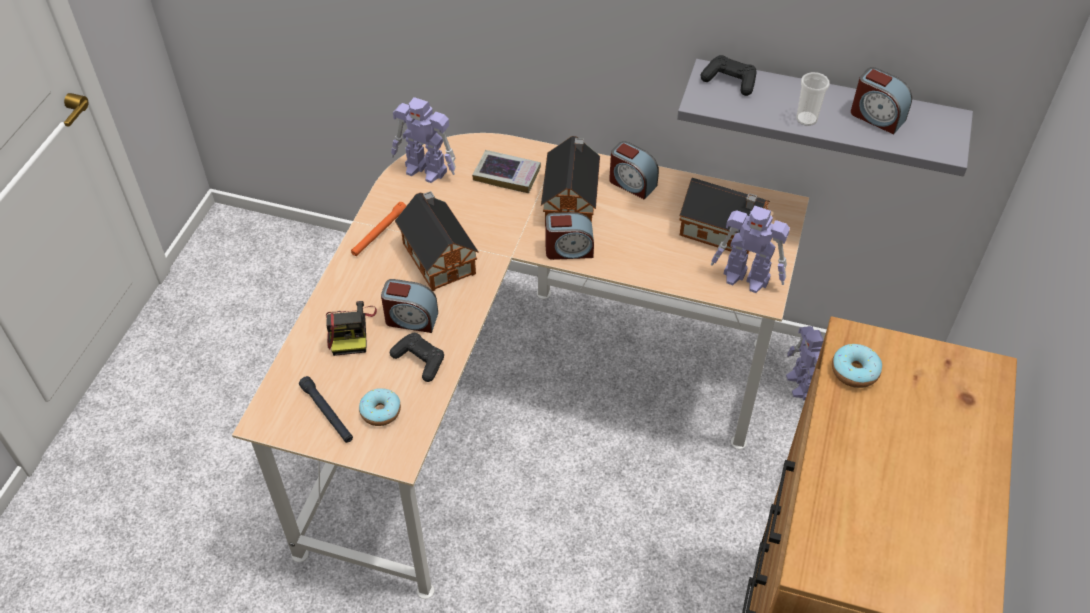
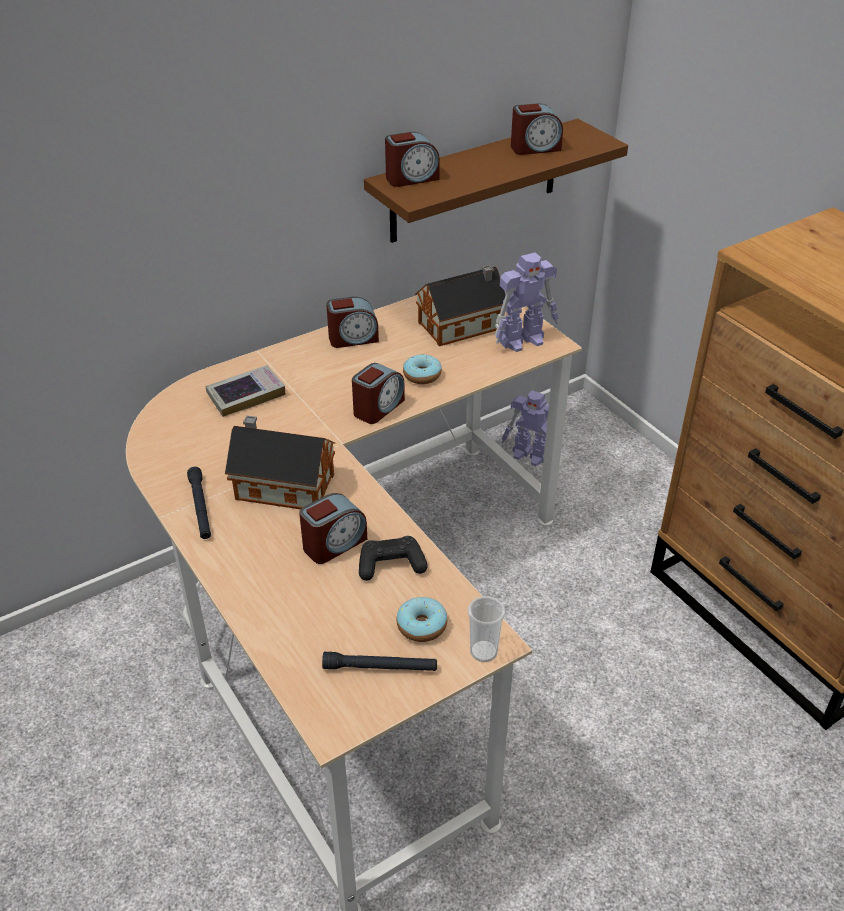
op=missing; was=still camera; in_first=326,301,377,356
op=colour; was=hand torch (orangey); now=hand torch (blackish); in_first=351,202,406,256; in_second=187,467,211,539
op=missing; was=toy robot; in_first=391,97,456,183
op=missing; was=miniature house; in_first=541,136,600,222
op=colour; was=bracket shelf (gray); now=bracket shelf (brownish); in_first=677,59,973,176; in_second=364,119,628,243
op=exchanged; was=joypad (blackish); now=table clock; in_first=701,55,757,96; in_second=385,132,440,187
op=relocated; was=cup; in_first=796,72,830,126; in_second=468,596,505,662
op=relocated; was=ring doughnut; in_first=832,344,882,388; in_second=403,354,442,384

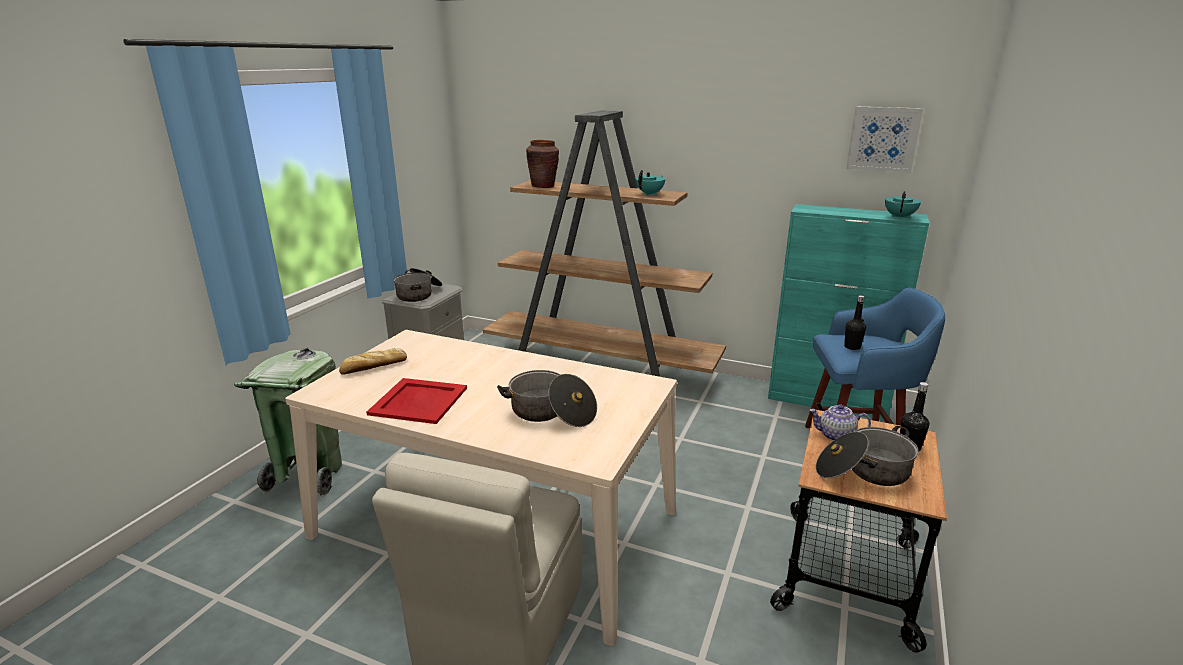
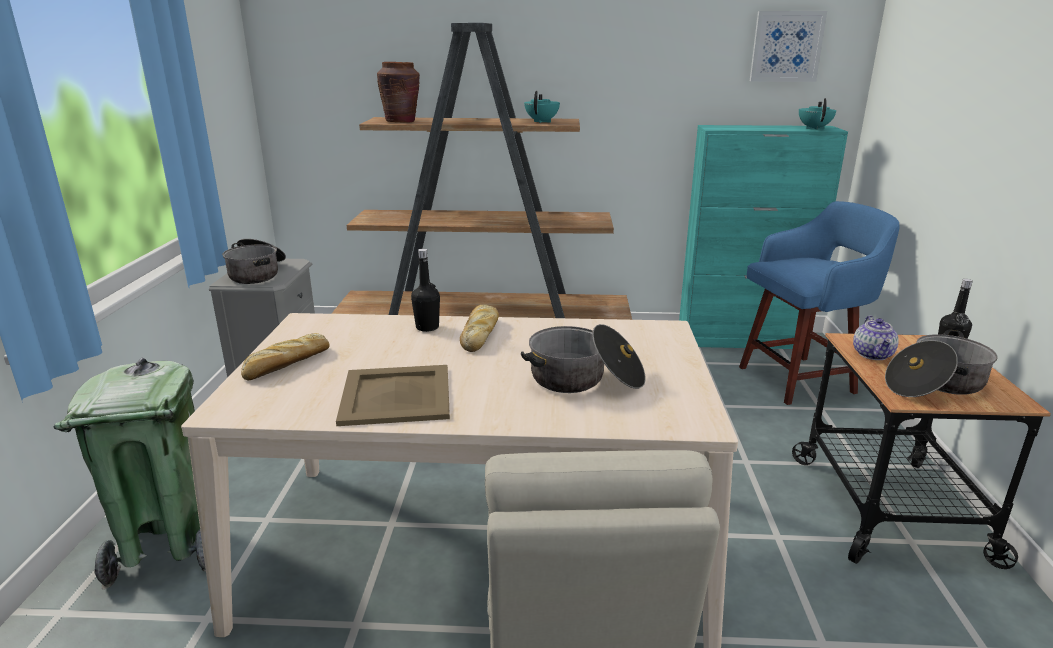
op=colour; was=carrying tray (red-coloured); now=carrying tray (sand-coloured); in_first=366,378,467,424; in_second=336,365,450,426
op=spun; was=teapot; in_first=809,404,871,441; in_second=853,316,899,360; clockwise=-75
op=relocated; was=drink bottle (blackish); in_first=844,295,866,350; in_second=411,249,440,332
op=appeared; now=bakery bread; in_second=460,305,499,352

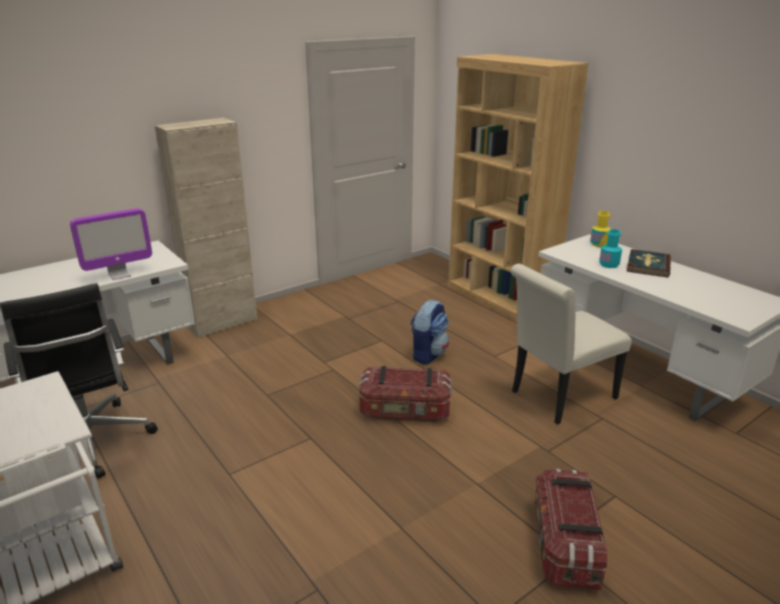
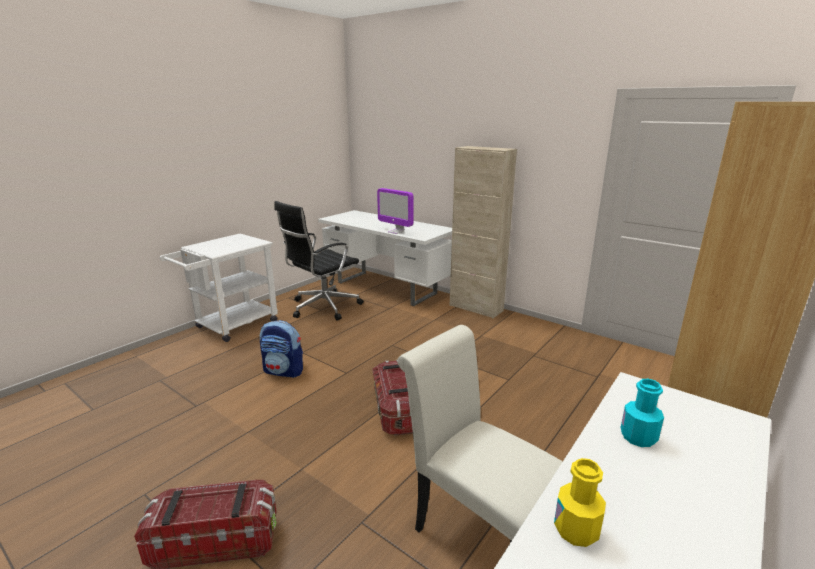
op=relocated; was=knapsack; in_first=411,300,449,364; in_second=260,320,303,378
op=relocated; was=drink bottle (yellowish); in_first=590,211,611,247; in_second=554,458,606,547
op=missing; was=bound book; in_first=627,249,671,278

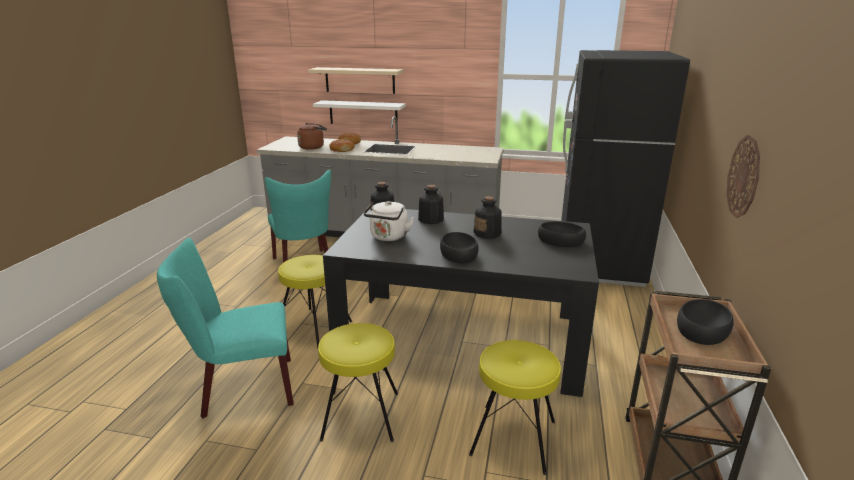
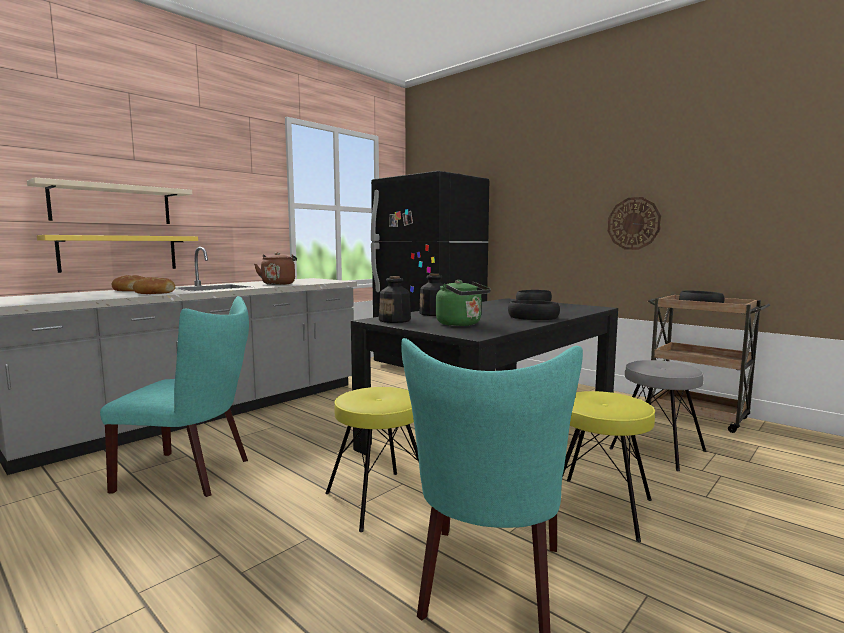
op=relocated; was=water kettle (brownish); in_first=297,123,327,150; in_second=254,252,297,285
op=colour; was=bracket shelf (whitish); now=bracket shelf (yellowish); in_first=313,100,406,124; in_second=37,235,198,273
op=colour; was=water kettle (whitish); now=water kettle (green-coloured); in_first=364,201,415,241; in_second=436,280,491,326
op=colour; was=sitting stool (yellowish); now=sitting stool (gray); in_first=469,340,561,475; in_second=609,360,707,471
op=missing; was=drink bottle; in_first=473,196,502,239

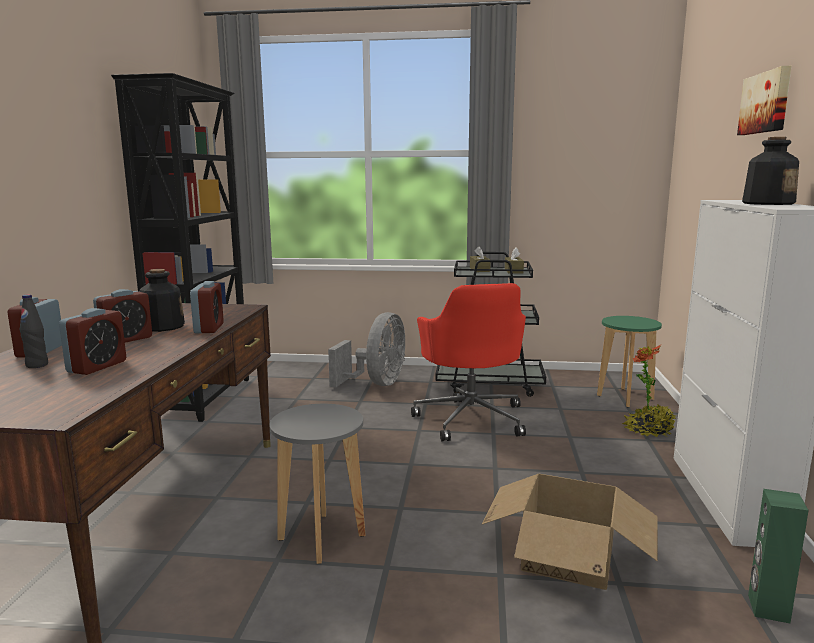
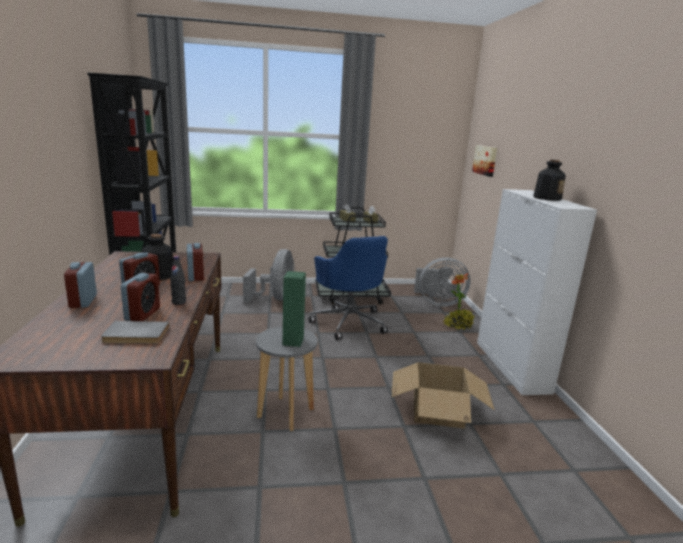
op=relocated; was=drink bottle (blackish); in_first=20,294,48,368; in_second=170,256,186,305
op=colour; was=computer chair (red-coloured); now=computer chair (blue-coloured); in_first=411,283,526,441; in_second=308,236,388,340
op=exchanged; was=sitting stool (green-coloured); now=cooling fan (gray); in_first=597,316,662,407; in_second=414,257,470,307
op=relocated; was=wall art; in_first=737,66,791,135; in_second=472,145,497,177
op=relocated; was=speaker (green-coloured); in_first=748,489,809,623; in_second=282,271,306,347
op=appeared; now=bound book (gray); in_second=101,321,170,344

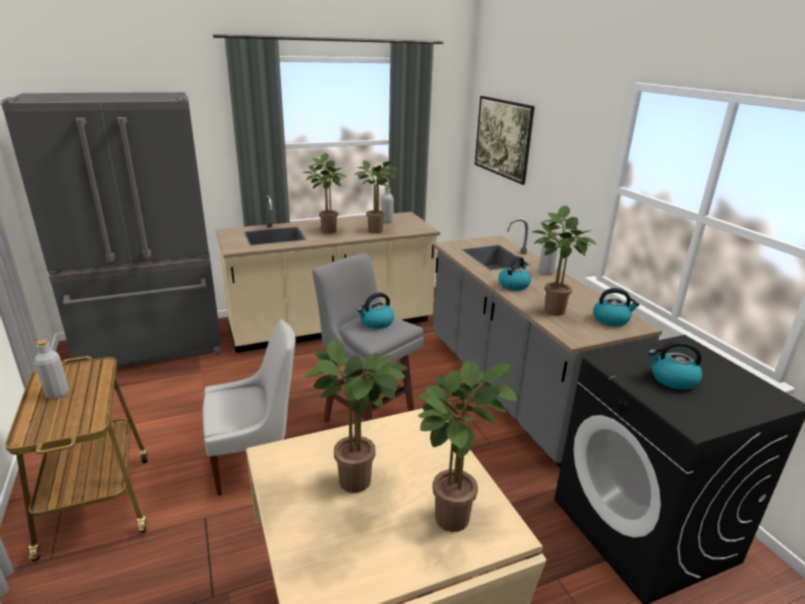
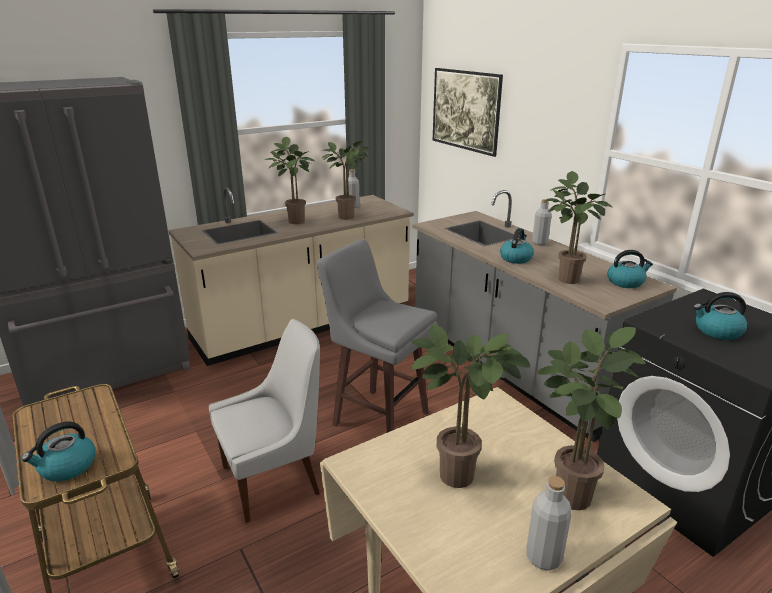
op=relocated; was=drink bottle (gray); in_first=34,340,69,399; in_second=526,476,572,571
op=relocated; was=water kettle; in_first=357,292,394,329; in_second=22,421,95,481

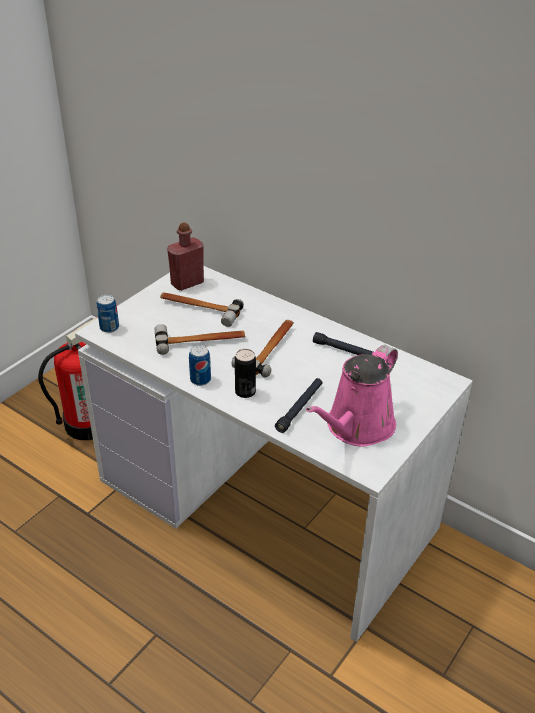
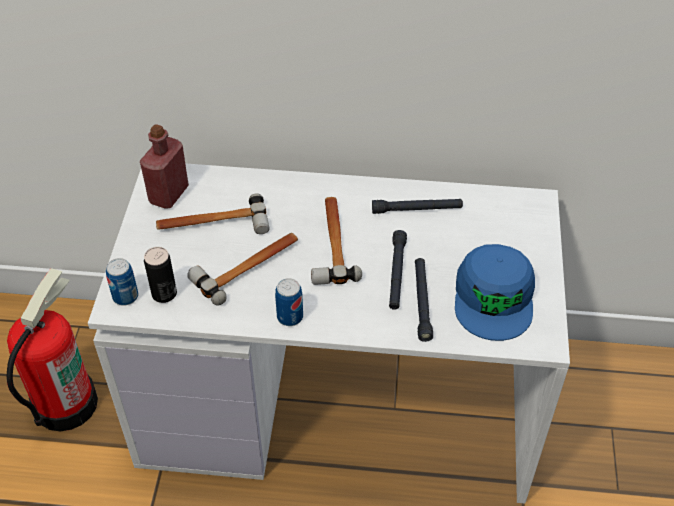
op=relocated; was=metal can; in_first=235,349,256,398; in_second=144,247,177,303
op=exchanged; was=watering pot (pinkish); now=peaked cap (blue-coloured); in_first=306,345,398,447; in_second=455,244,535,341
op=appeared; now=hand torch (blackish); in_second=389,230,407,310

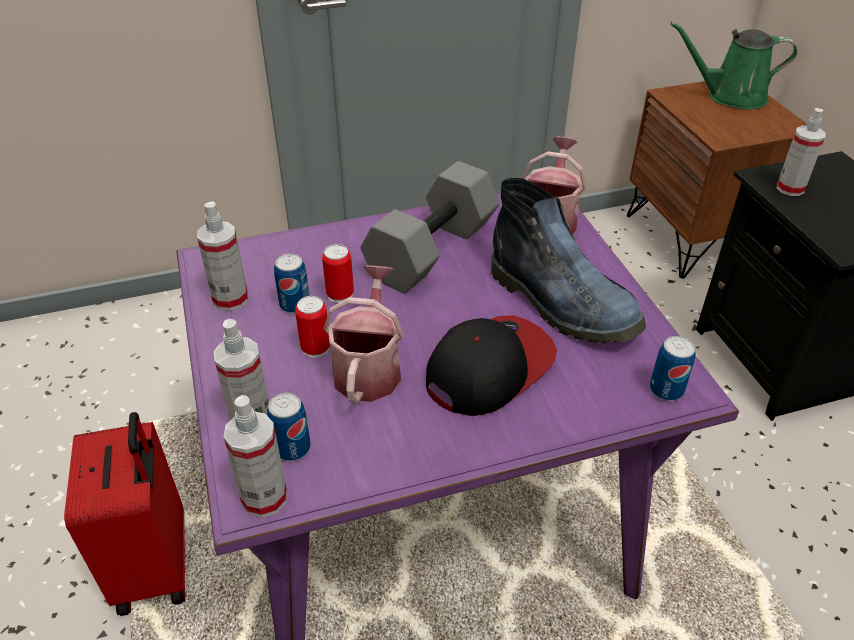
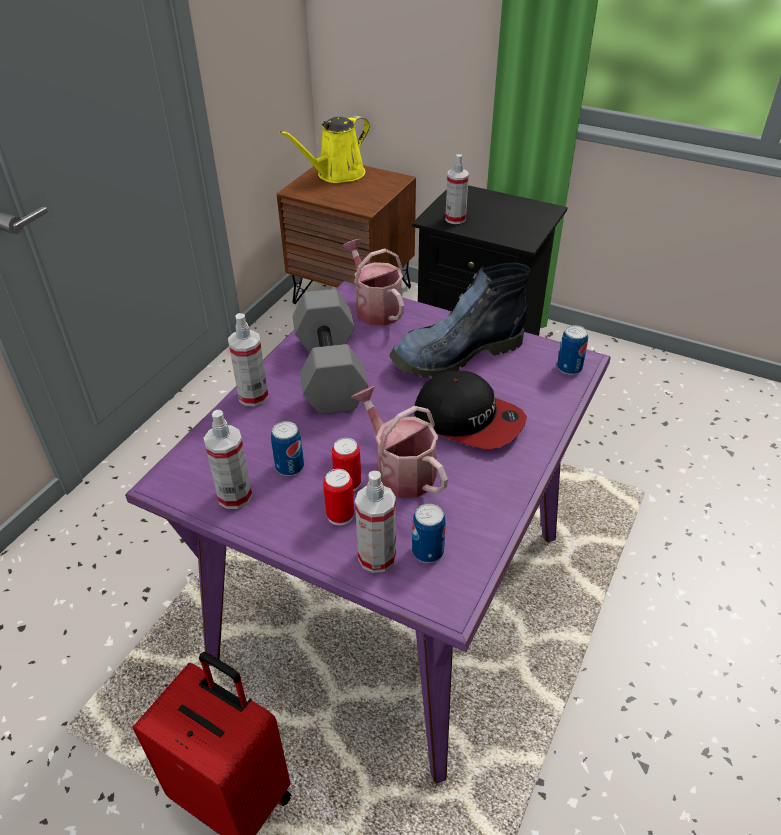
op=relocated; was=hand sprayer; in_first=224,395,287,518; in_second=228,313,269,406
op=relocated; was=metal can; in_first=322,244,354,303; in_second=323,469,354,525
op=spun; was=peaked cap; in_first=426,315,557,416; in_second=414,371,527,449; clockwise=120
op=spun; was=high-top boot; in_first=491,178,646,344; in_second=390,262,530,378; clockwise=150
op=colour; was=watering pot (green-coloured); now=watering pot (yellowish); in_first=670,22,798,110; in_second=279,116,369,183

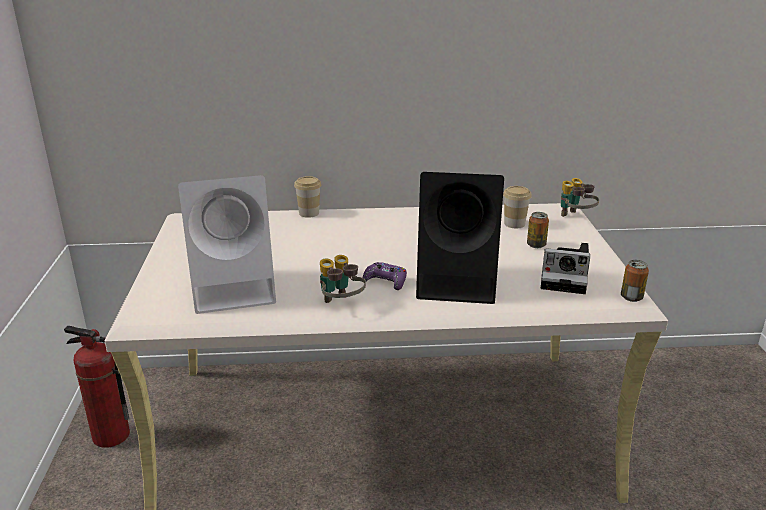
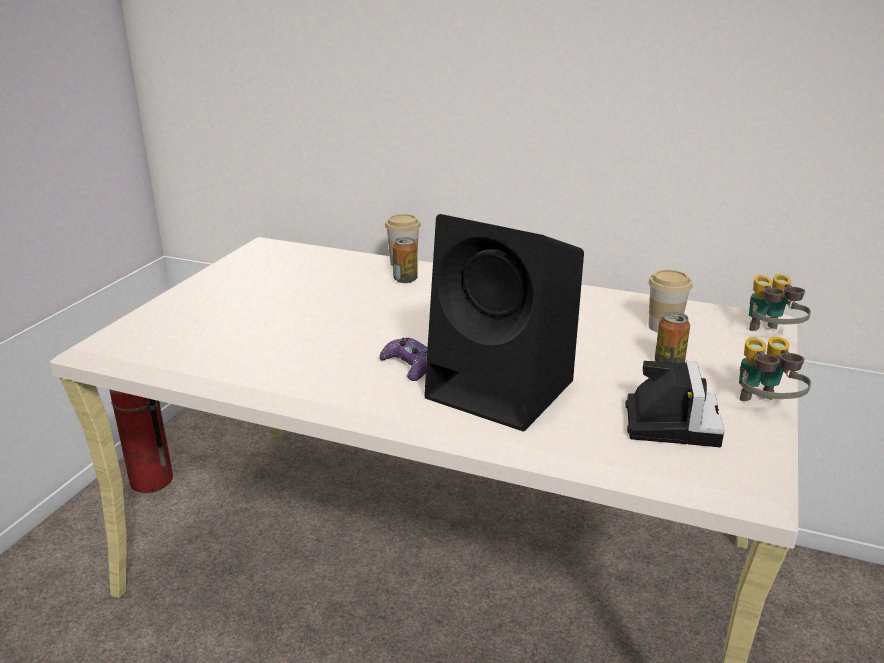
op=missing; was=speaker (whitish); in_first=178,175,276,314
op=relocated; was=field glasses; in_first=320,255,366,303; in_second=739,336,811,401
op=spun; was=still camera; in_first=540,243,590,294; in_second=625,361,725,447; clockwise=-120
op=relocated; was=metal can; in_first=621,260,649,302; in_second=393,237,418,283

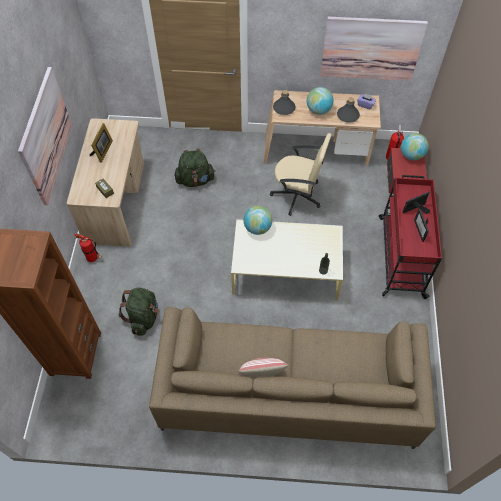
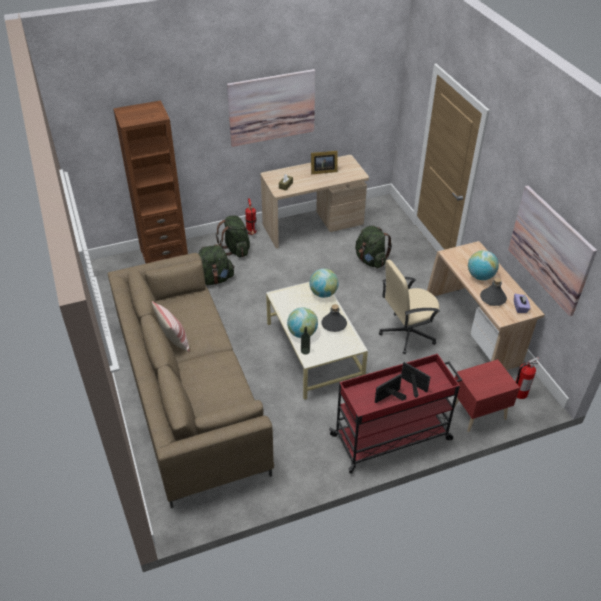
op=spun; was=computer chair (sand-coloured); in_first=270,133,332,216; in_second=379,260,440,354; clockwise=75
op=relocated; was=drink bottle (gray); in_first=273,90,296,115; in_second=321,304,347,332
op=relocated; was=globe; in_first=401,133,429,160; in_second=287,307,318,338
op=appeared; now=knapsack (green-coloured); in_second=216,215,251,257

